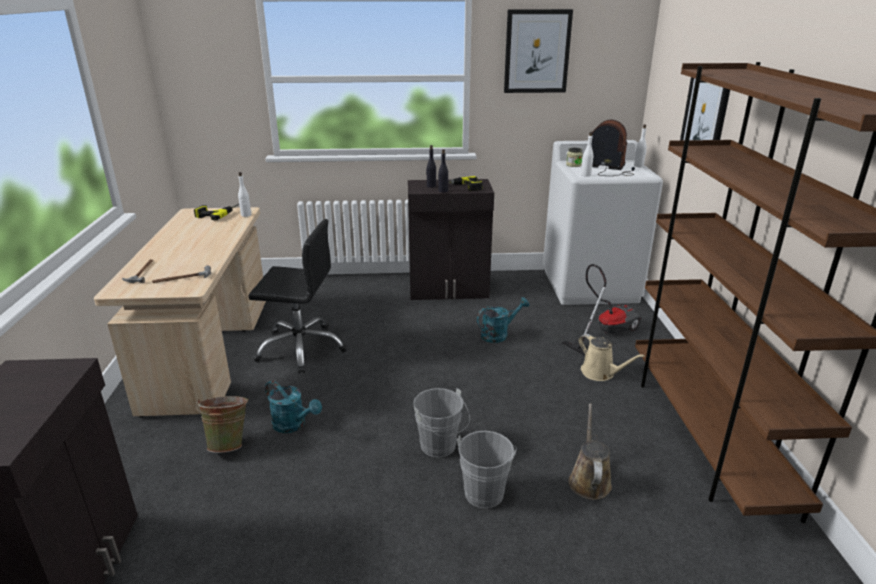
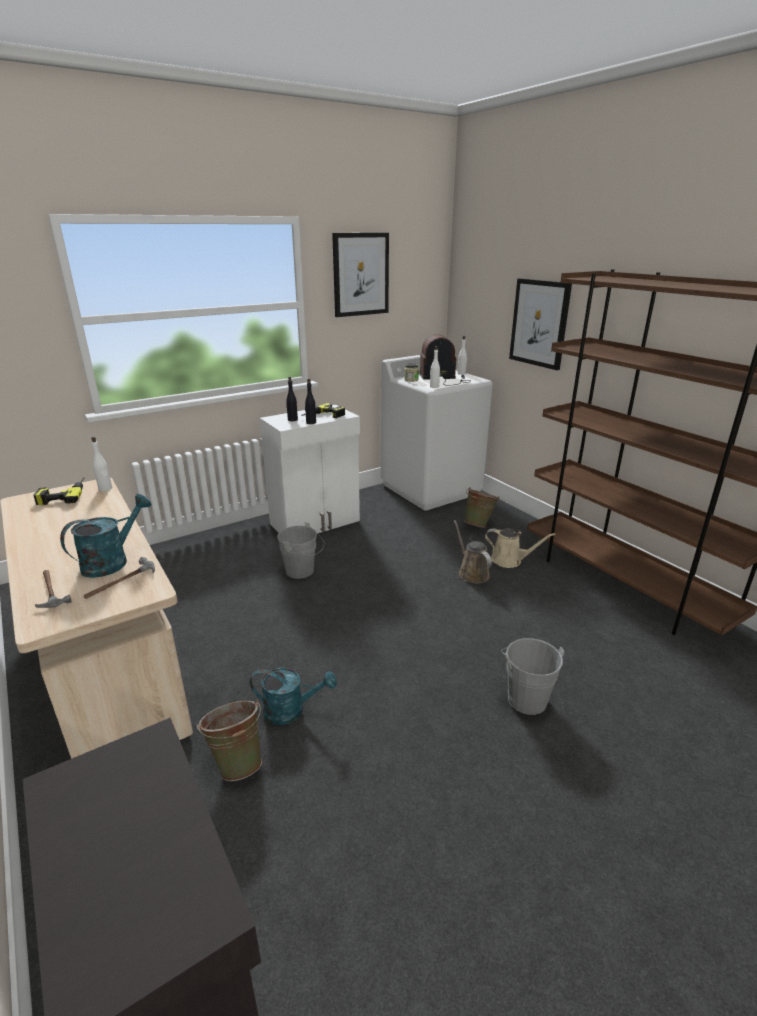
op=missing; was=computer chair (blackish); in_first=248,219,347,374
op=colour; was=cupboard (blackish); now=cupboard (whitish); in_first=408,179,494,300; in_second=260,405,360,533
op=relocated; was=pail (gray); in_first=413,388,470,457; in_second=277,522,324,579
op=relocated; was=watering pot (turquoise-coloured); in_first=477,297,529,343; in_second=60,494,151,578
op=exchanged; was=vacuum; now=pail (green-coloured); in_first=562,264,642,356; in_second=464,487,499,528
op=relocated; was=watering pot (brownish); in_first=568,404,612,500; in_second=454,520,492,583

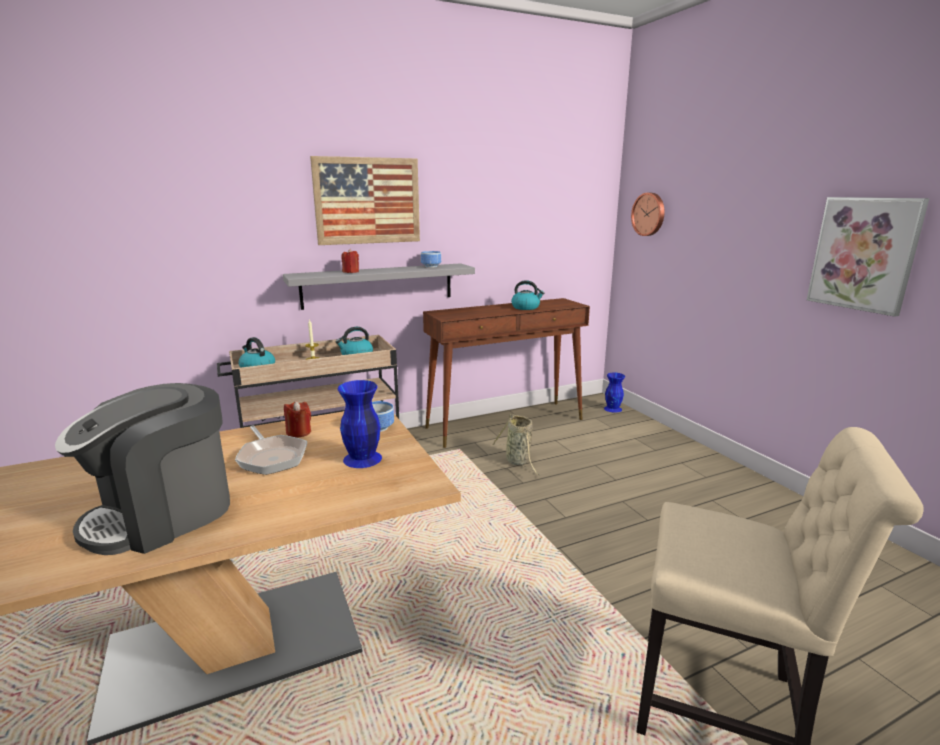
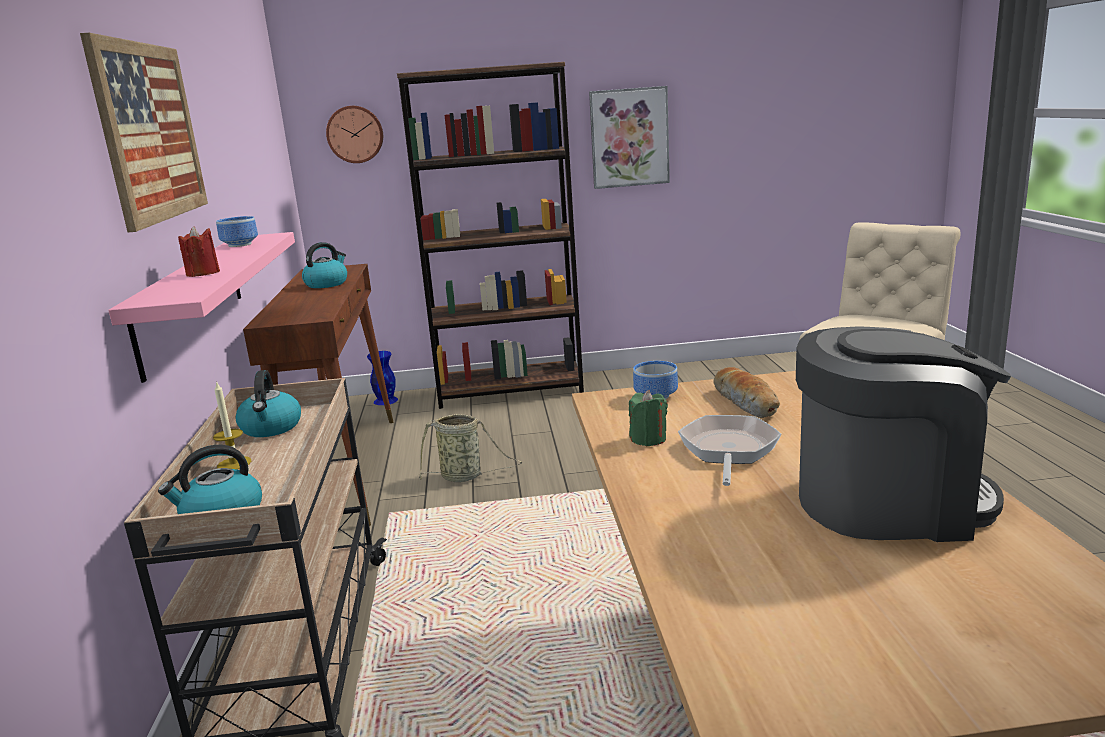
op=spun; was=coffee brewer; in_first=55,383,230,555; in_second=796,326,1011,542; clockwise=-60
op=spun; was=skillet; in_first=235,425,307,475; in_second=678,415,782,486; clockwise=-60
op=colour; was=bracket shelf (gray); now=bracket shelf (pinkish); in_first=283,263,475,310; in_second=108,232,295,383
op=colour; was=candle (red-coloured); now=candle (green-coloured); in_first=284,401,311,437; in_second=629,390,668,446
op=exchanged; was=decorative vase (blue-coloured); now=bakery bread; in_first=338,380,382,468; in_second=713,367,780,418
op=appeared; now=bookcase (brownish); in_second=397,62,584,409

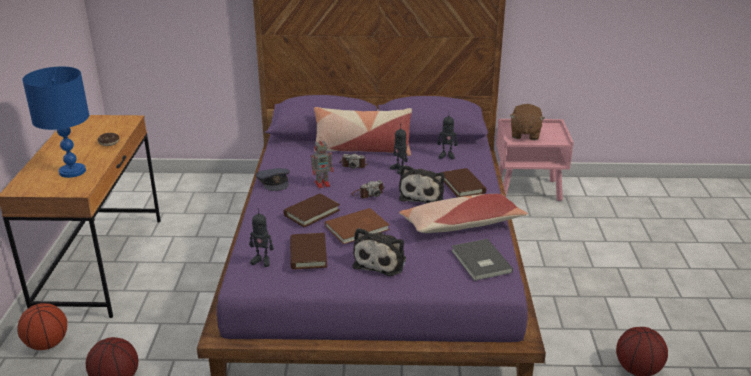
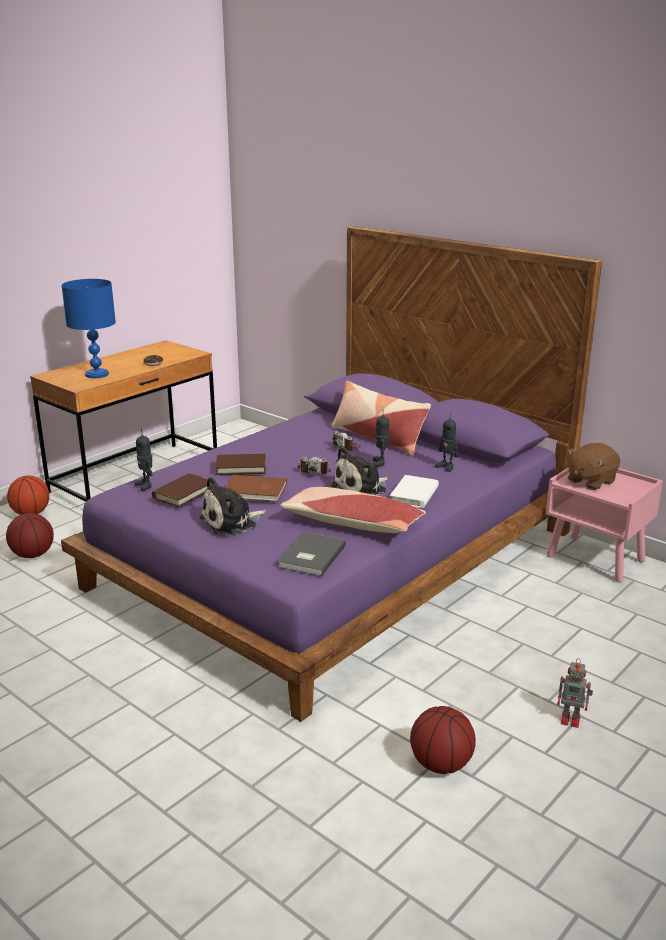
op=missing; was=peaked cap (gray); in_first=256,168,290,191
op=relocated; was=toy robot; in_first=311,137,333,188; in_second=557,658,593,728
op=colour; was=bound book (brownish); now=bound book (whitish); in_first=442,168,486,197; in_second=390,475,439,508

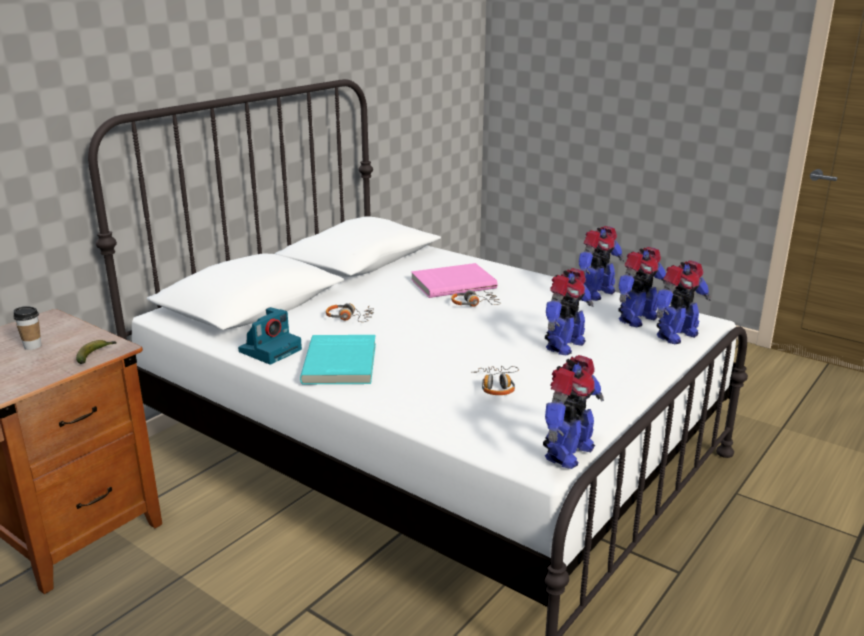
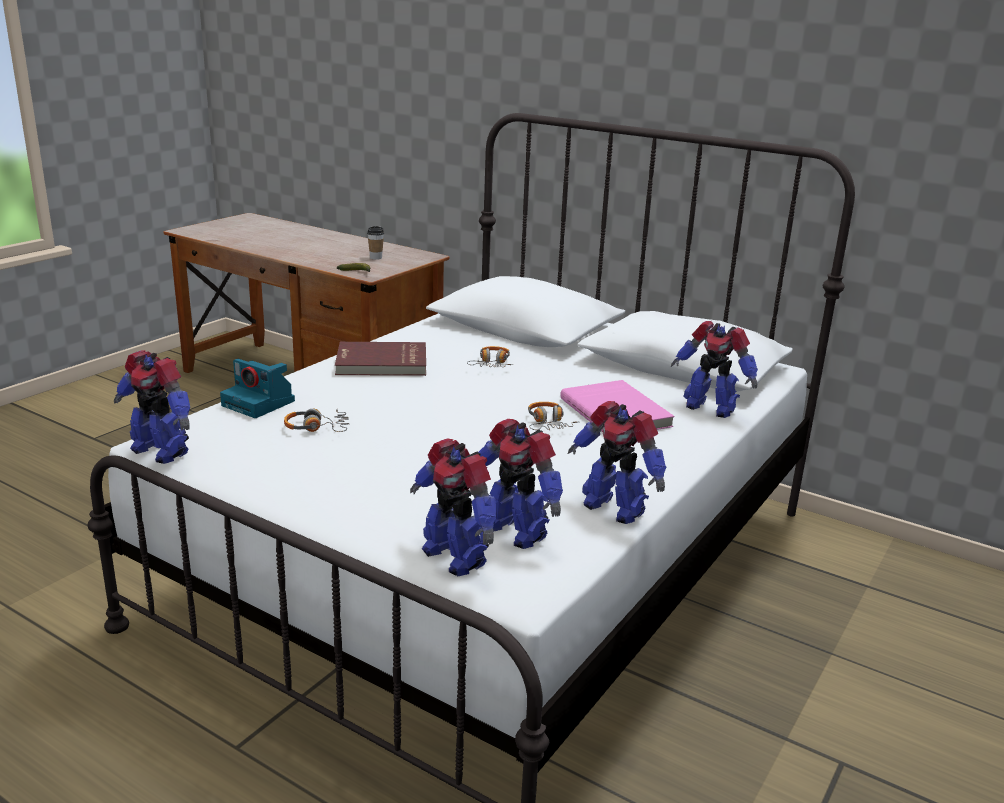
op=relocated; was=still camera; in_first=238,307,302,365; in_second=220,359,295,418
op=colour; was=bound book (turquoise-coloured); now=bound book (red-coloured); in_first=300,335,376,384; in_second=335,342,426,376
op=relocated; was=toy robot; in_first=545,268,593,356; in_second=671,321,758,418

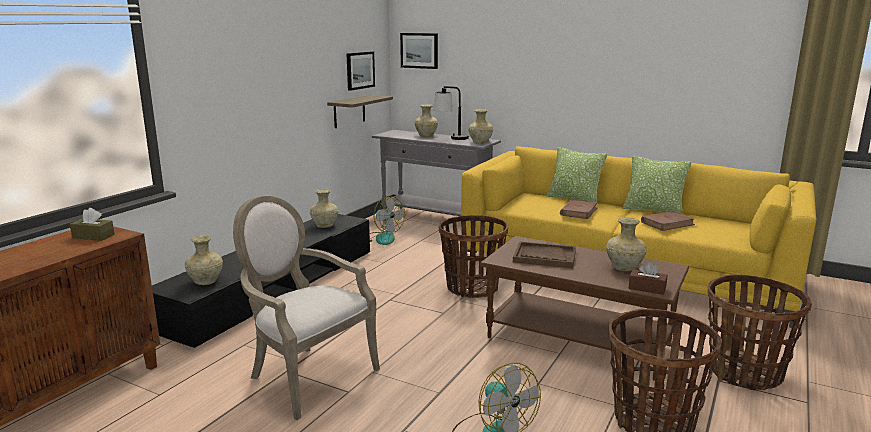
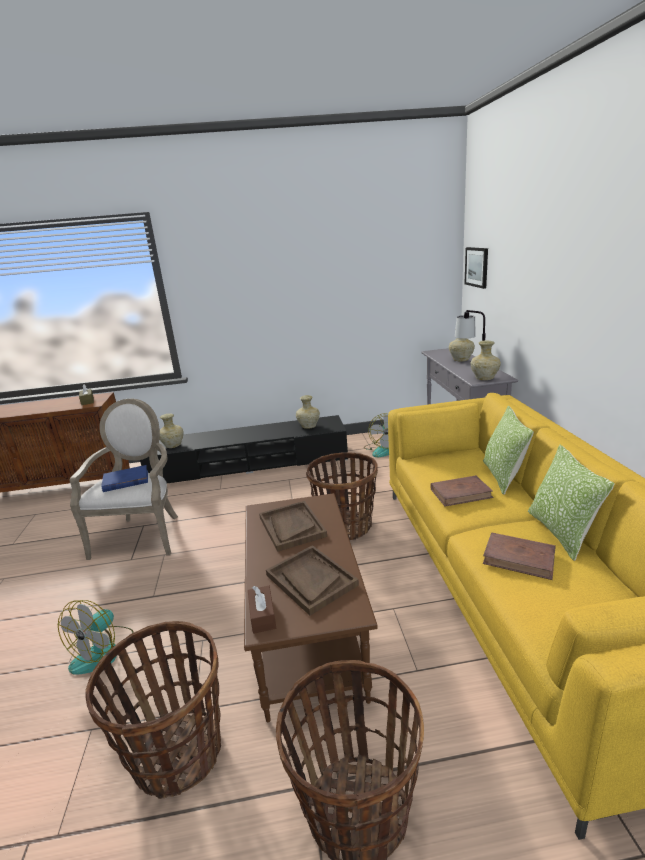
op=missing; was=bracket shelf; in_first=327,95,393,128
op=missing; was=wall art; in_first=346,51,375,91
op=exchanged; was=decorative vase (sand-coloured); now=carrying tray (brownish); in_first=606,217,647,271; in_second=266,545,359,615
op=appeared; now=bound book (blue-coloured); in_second=101,465,148,492

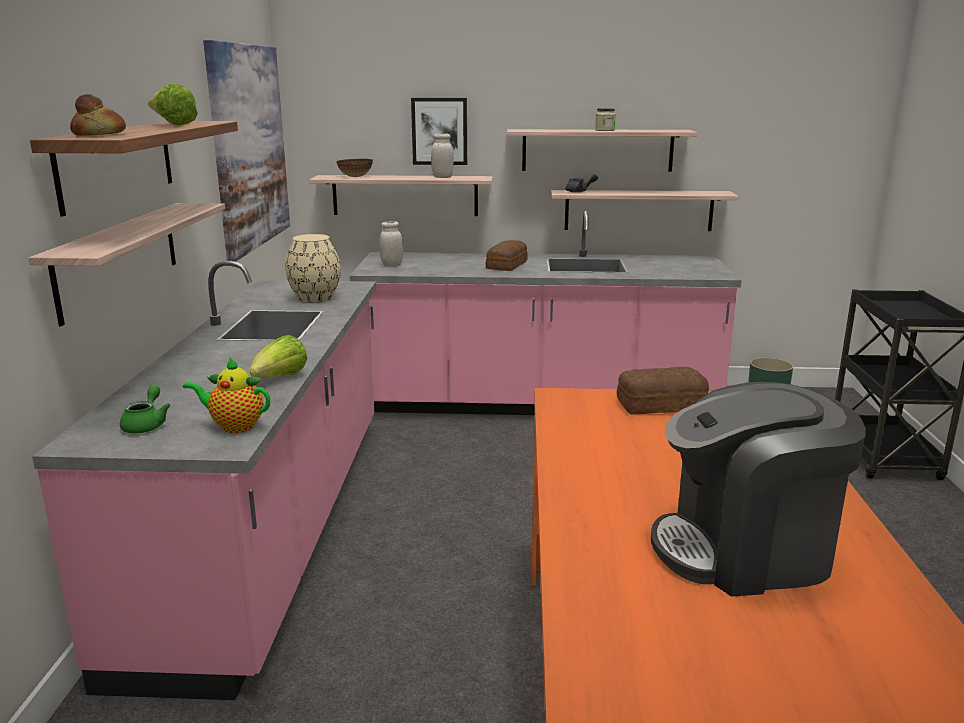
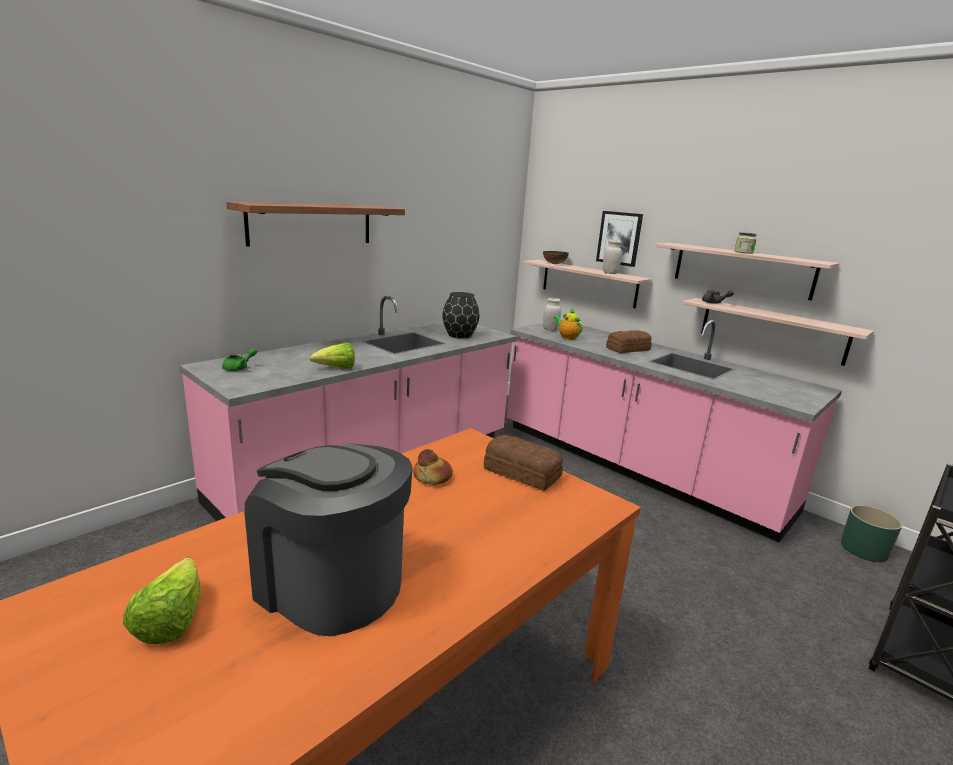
op=missing; was=bracket shelf; in_first=29,203,225,327
op=relocated; was=bakery bread; in_first=70,94,126,136; in_second=413,449,453,485
op=relocated; was=lettuce; in_first=148,83,198,126; in_second=123,558,200,644
op=relocated; was=teapot; in_first=183,357,270,433; in_second=554,308,582,340
op=missing; was=wall art; in_first=203,40,290,262
op=colour; was=decorative vase (sand-coloured); now=decorative vase (blackish); in_first=285,234,341,302; in_second=442,292,479,339

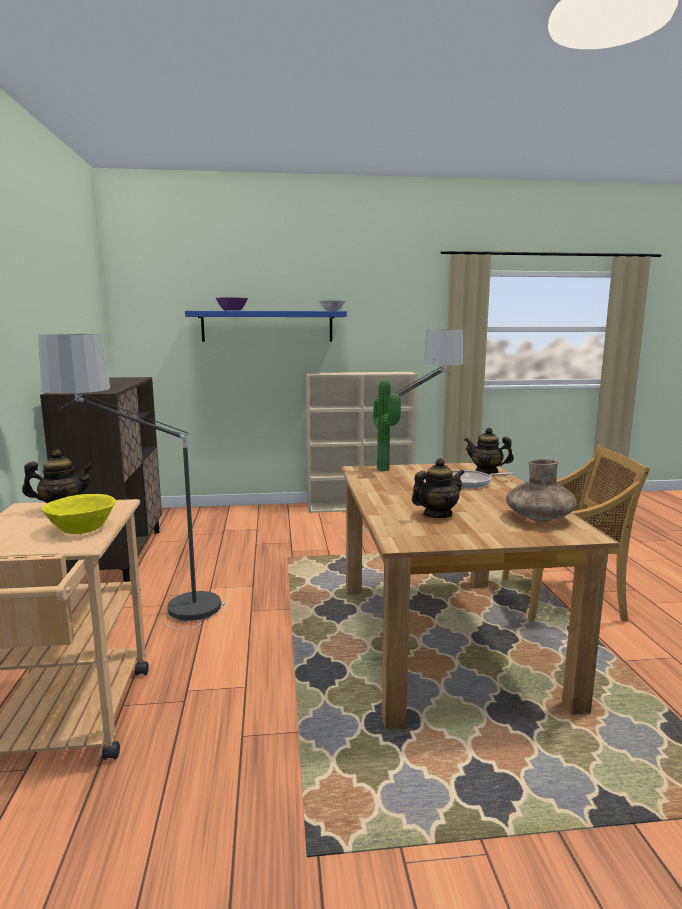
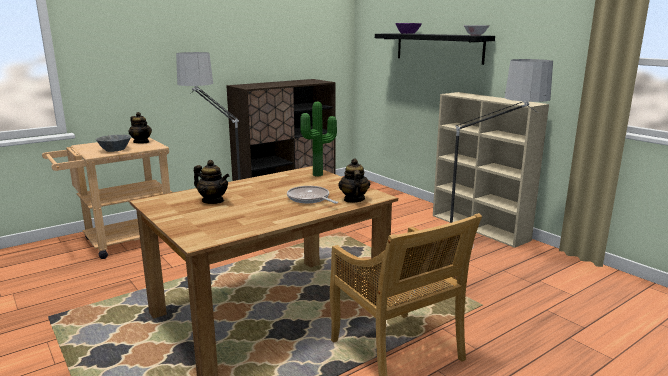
op=colour; was=deep dish (yellowish); now=deep dish (gray); in_first=42,494,116,534; in_second=96,135,131,152
op=colour; was=bracket shelf (blue-coloured); now=bracket shelf (blackish); in_first=185,311,347,342; in_second=375,33,495,65
op=missing; was=decorative vase (brownish); in_first=506,459,577,522

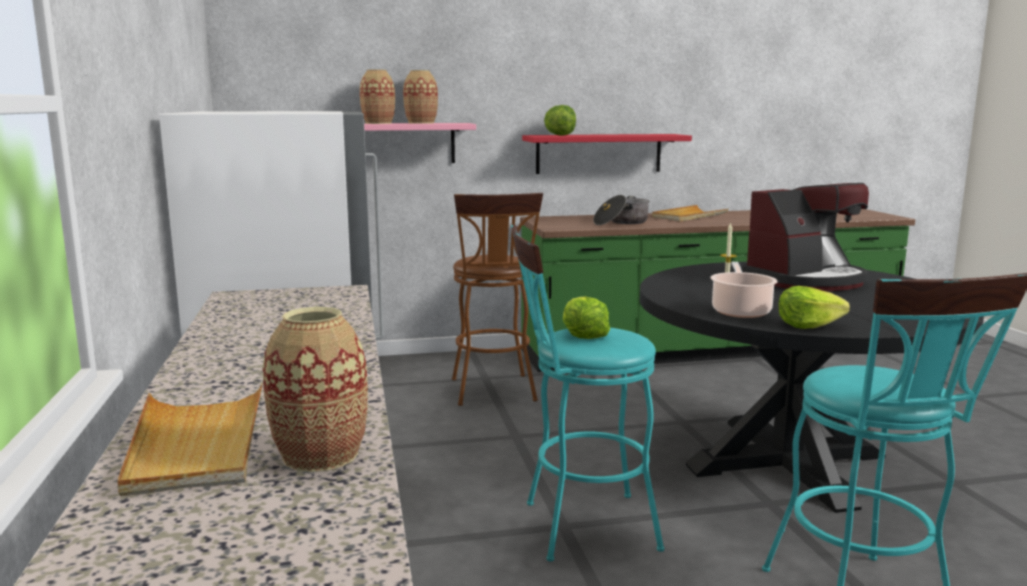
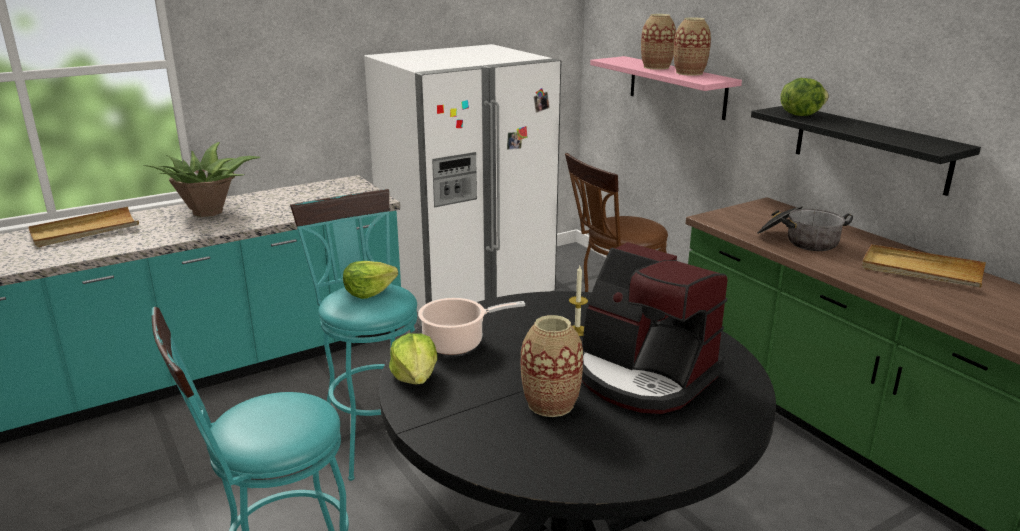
op=relocated; was=decorative vase; in_first=263,307,368,472; in_second=521,315,583,417
op=colour; was=bracket shelf (red-coloured); now=bracket shelf (blackish); in_first=522,134,692,174; in_second=751,106,981,196
op=appeared; now=potted plant; in_second=143,142,260,217

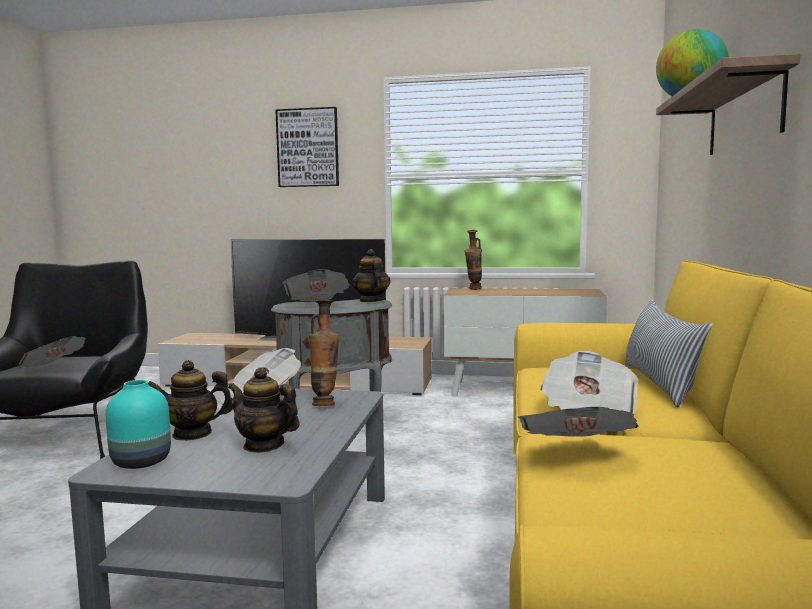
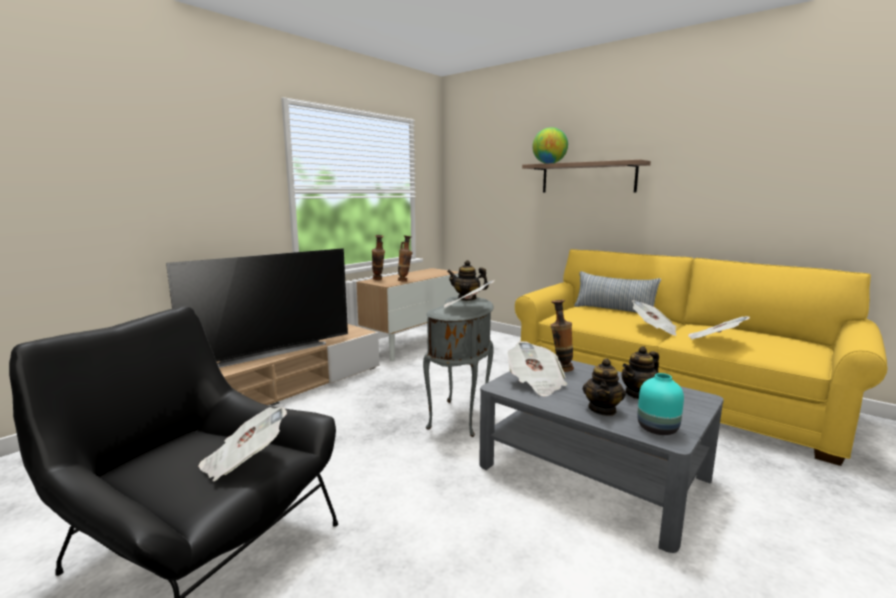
op=missing; was=wall art; in_first=275,107,339,187
op=appeared; now=decorative vase; in_second=398,236,413,282

